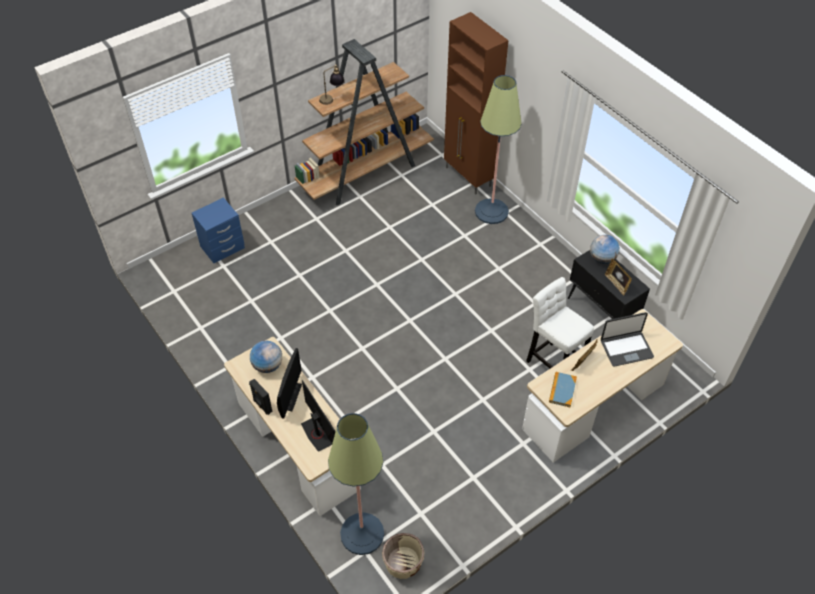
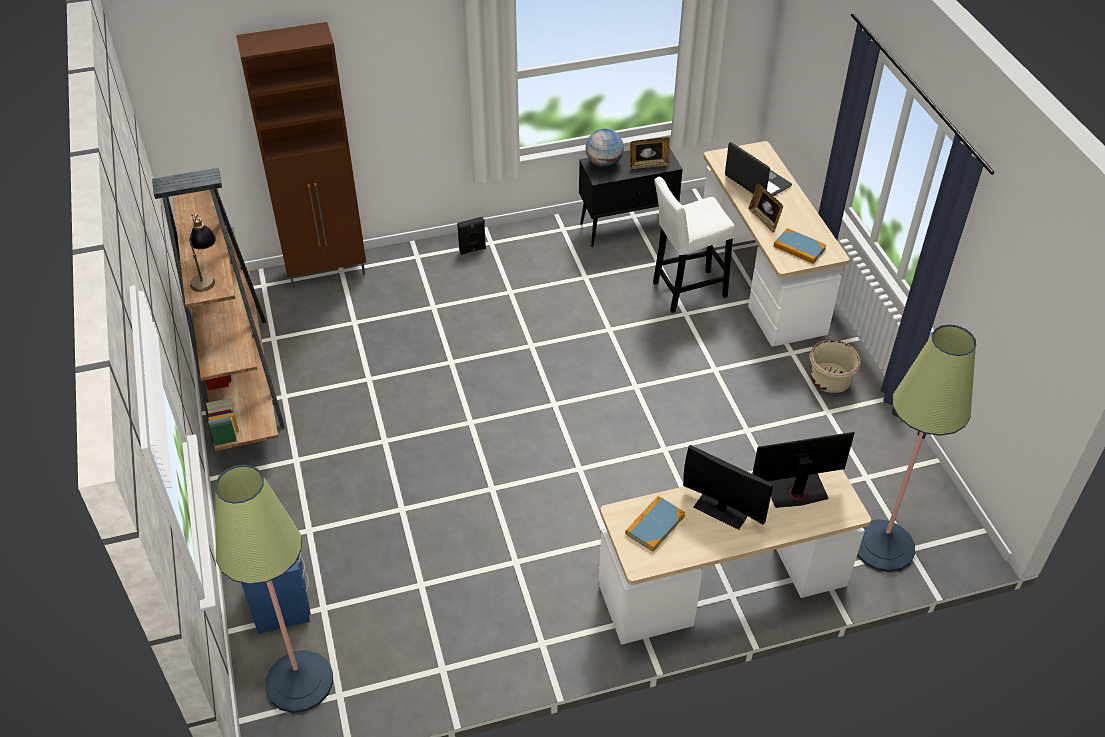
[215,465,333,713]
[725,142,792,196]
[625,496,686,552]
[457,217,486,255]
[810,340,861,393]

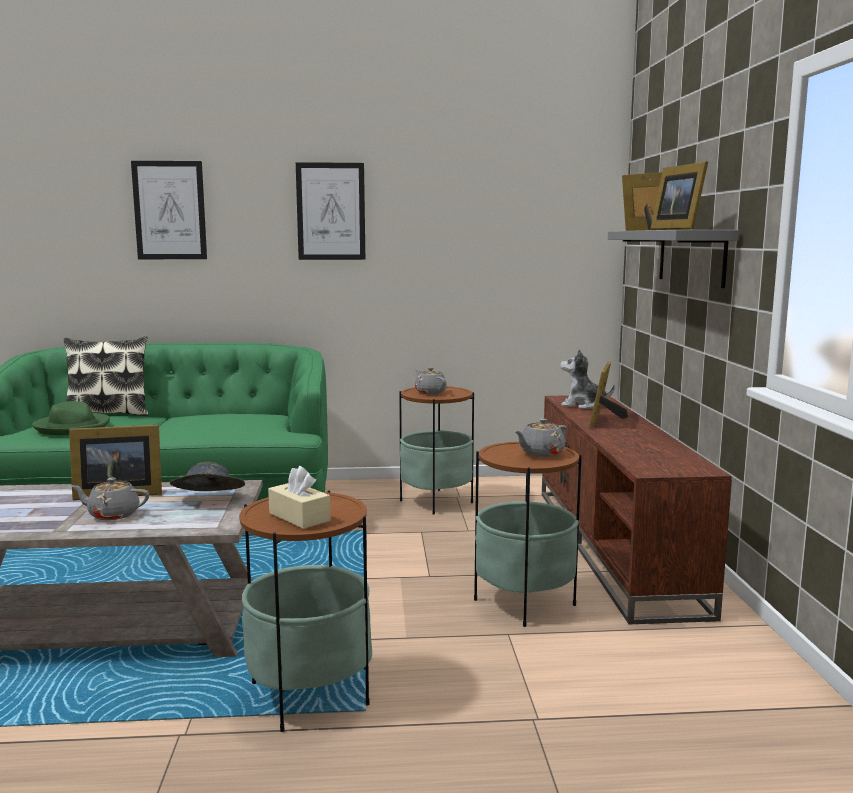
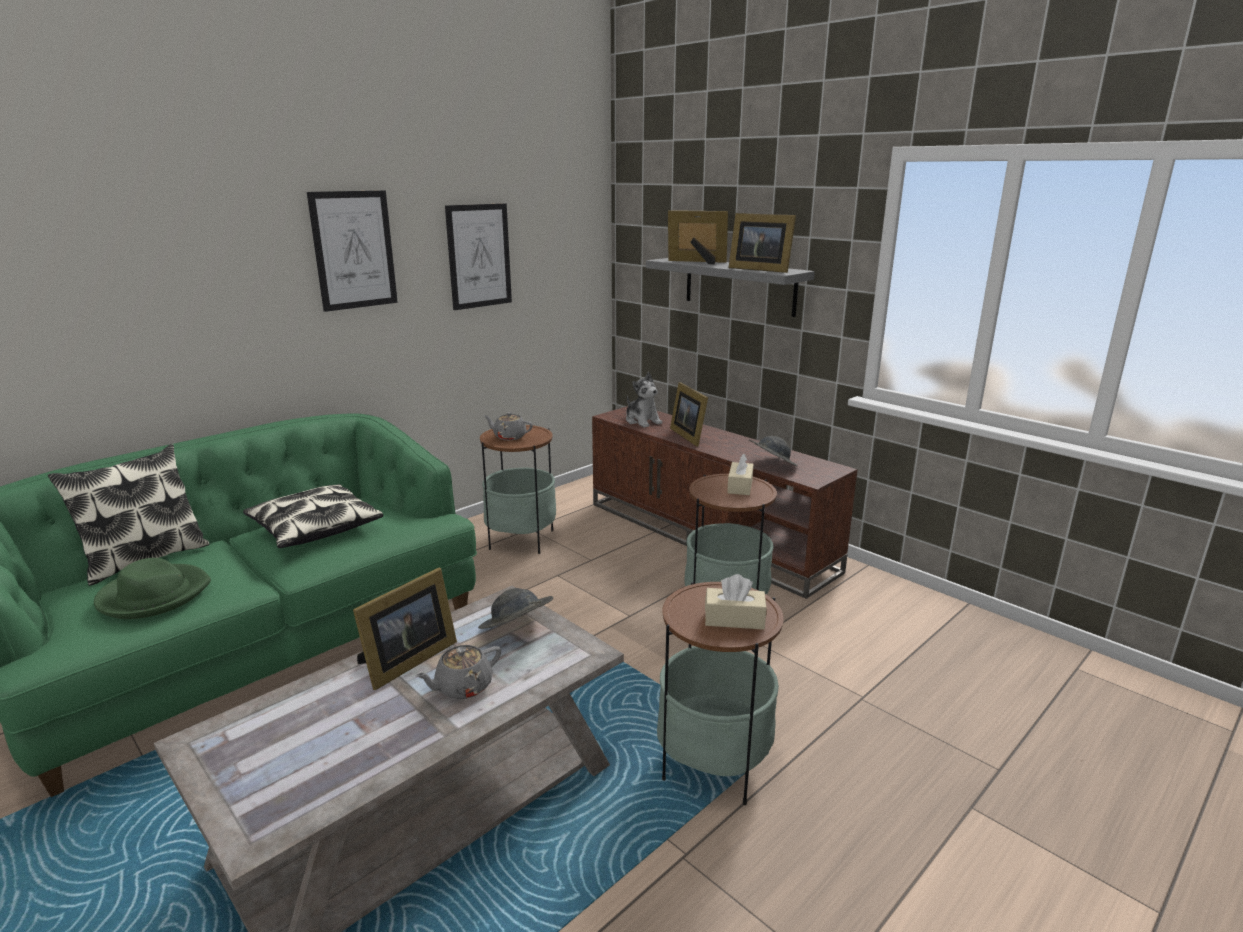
[445,203,512,310]
[626,372,662,428]
[727,454,754,495]
[749,436,798,467]
[243,484,384,548]

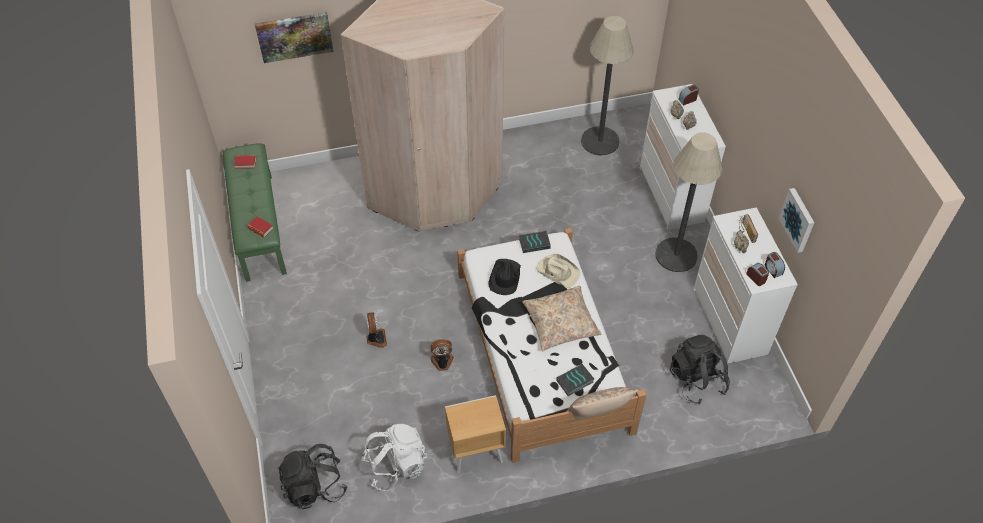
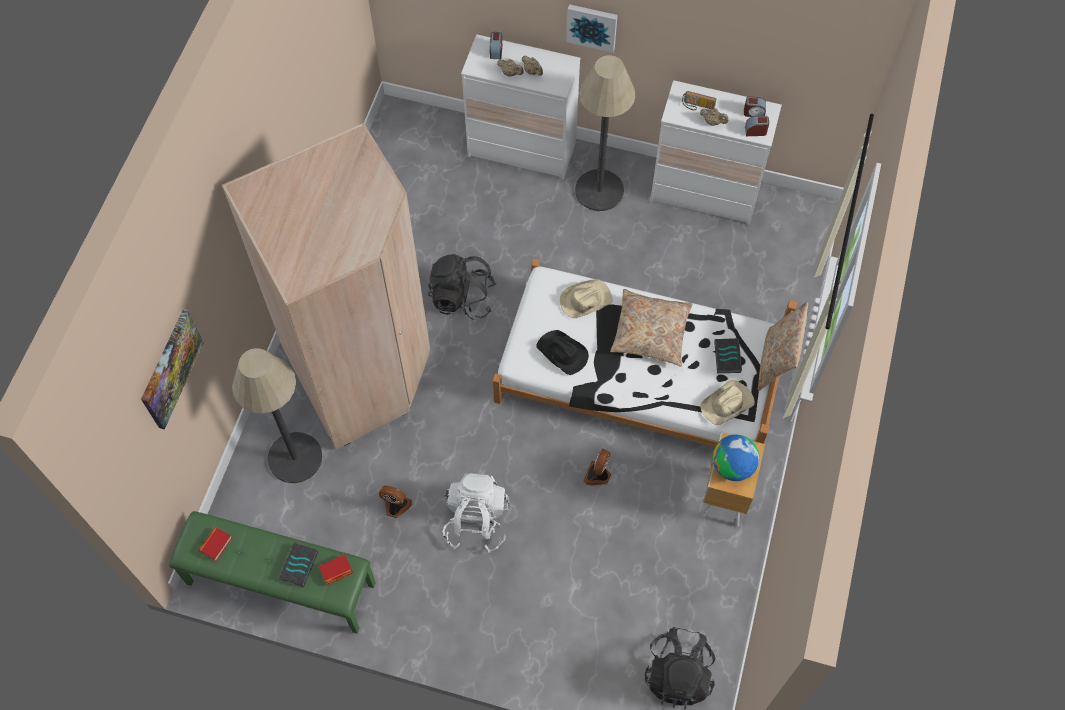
[232,348,323,483]
[566,4,618,52]
[278,542,318,587]
[379,485,412,518]
[428,254,497,320]
[442,473,509,553]
[700,380,755,425]
[712,435,759,481]

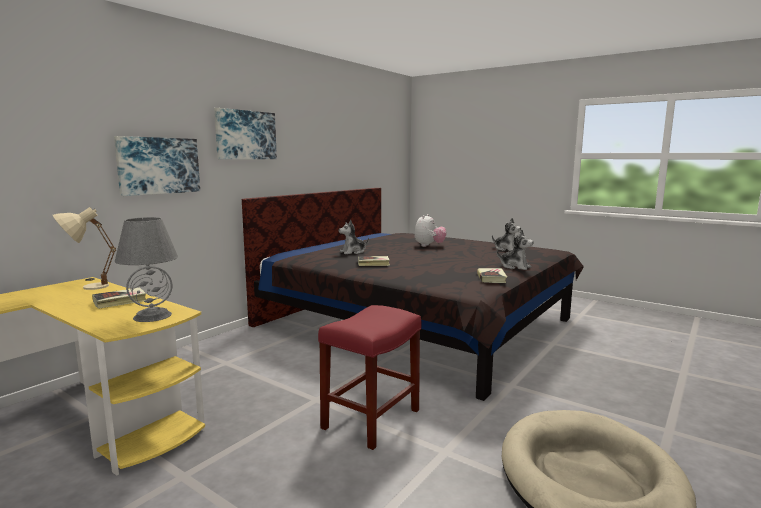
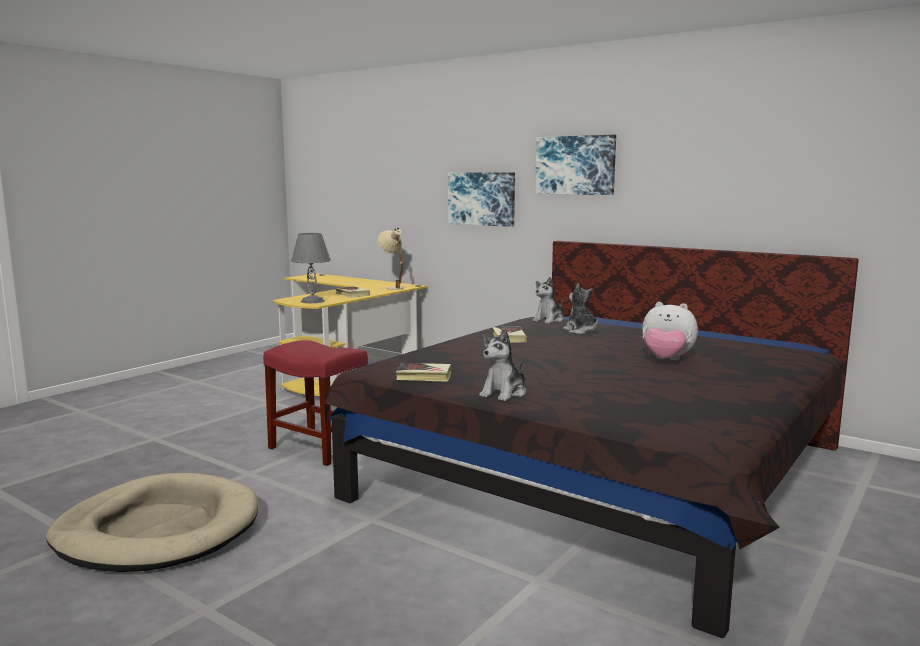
[533,277,564,324]

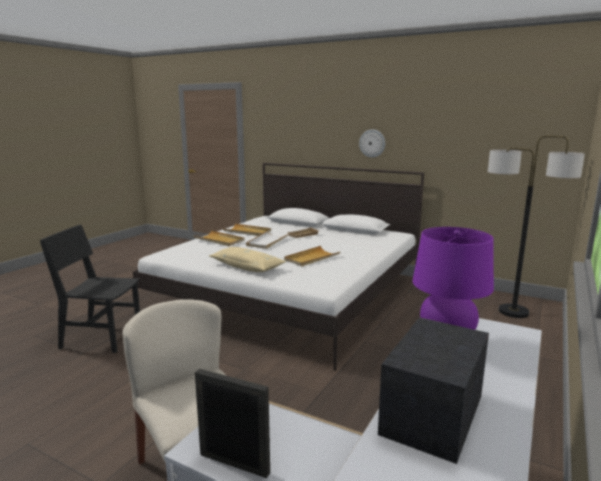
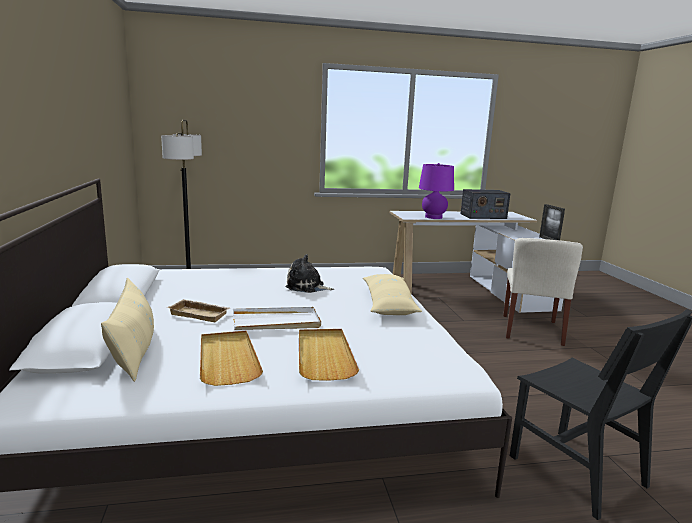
[359,129,385,158] (first image)
[285,254,334,293]
[101,278,154,382]

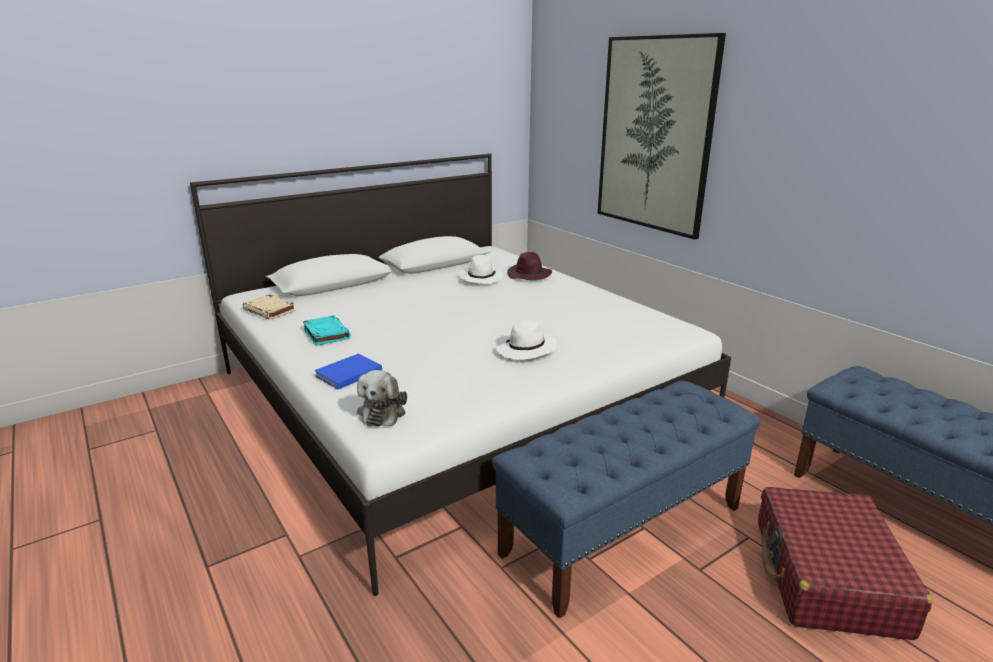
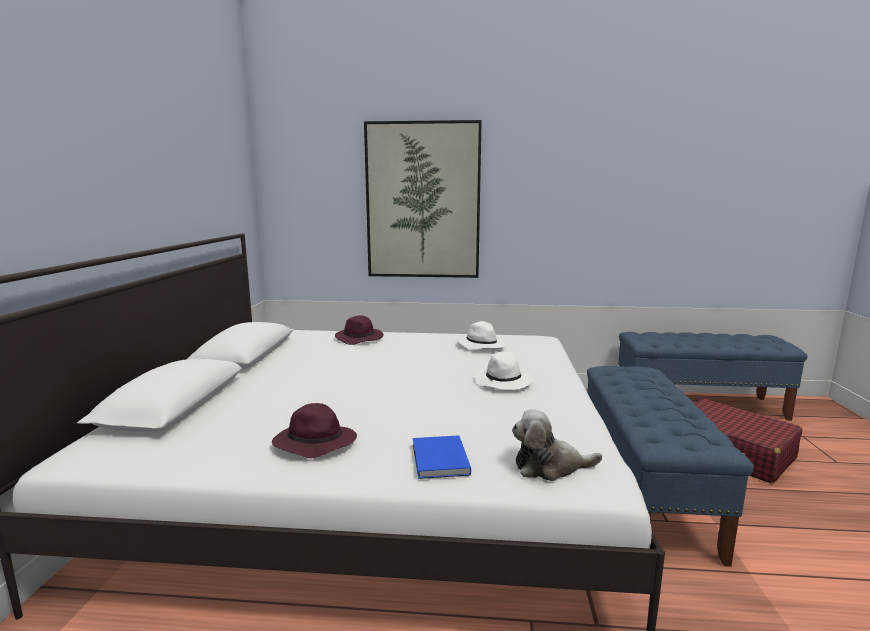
[457,321,506,350]
[243,294,296,320] (first image)
[272,403,357,458]
[512,409,602,481]

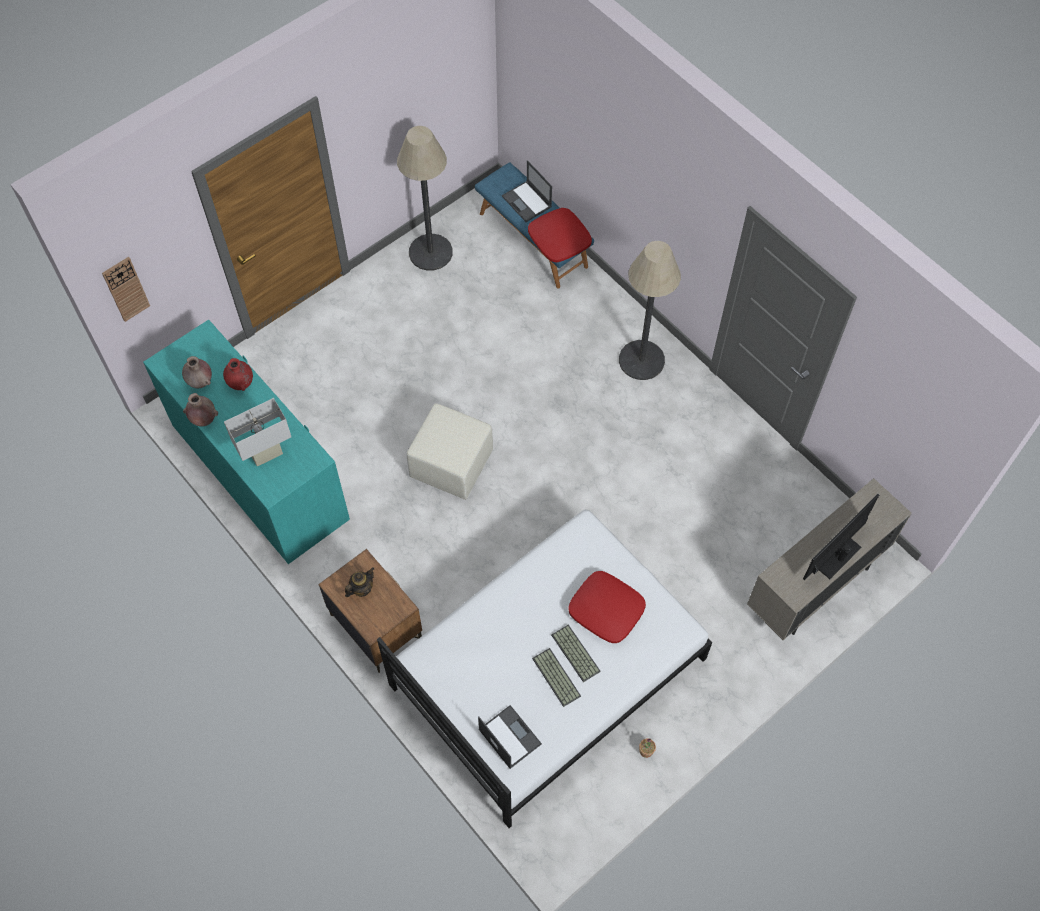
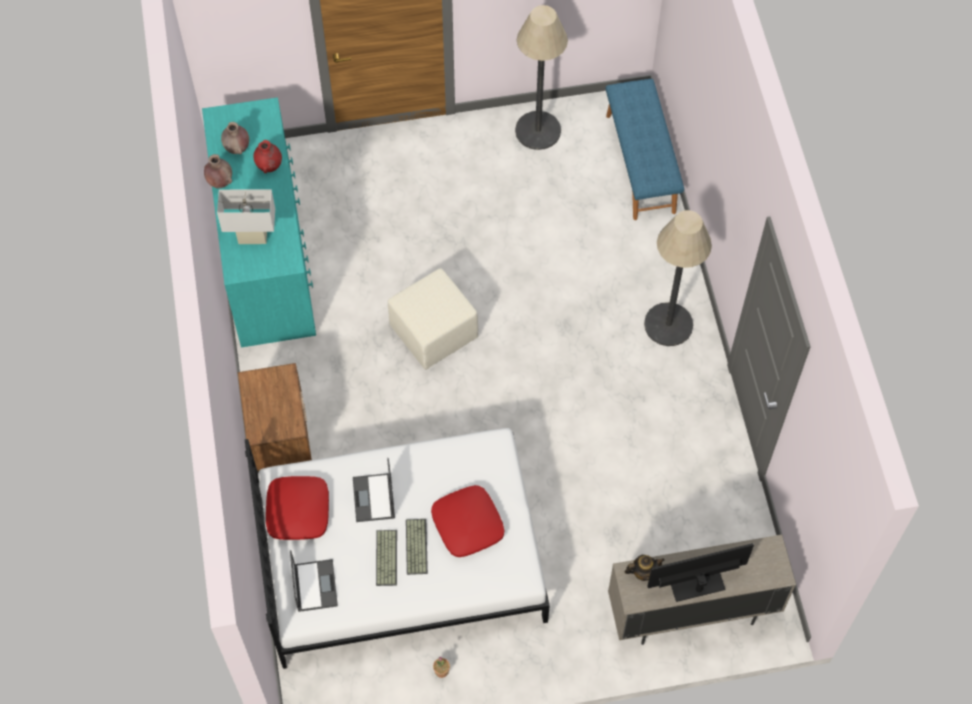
[353,458,395,522]
[266,476,329,540]
[102,257,150,322] (first image)
[625,555,665,581]

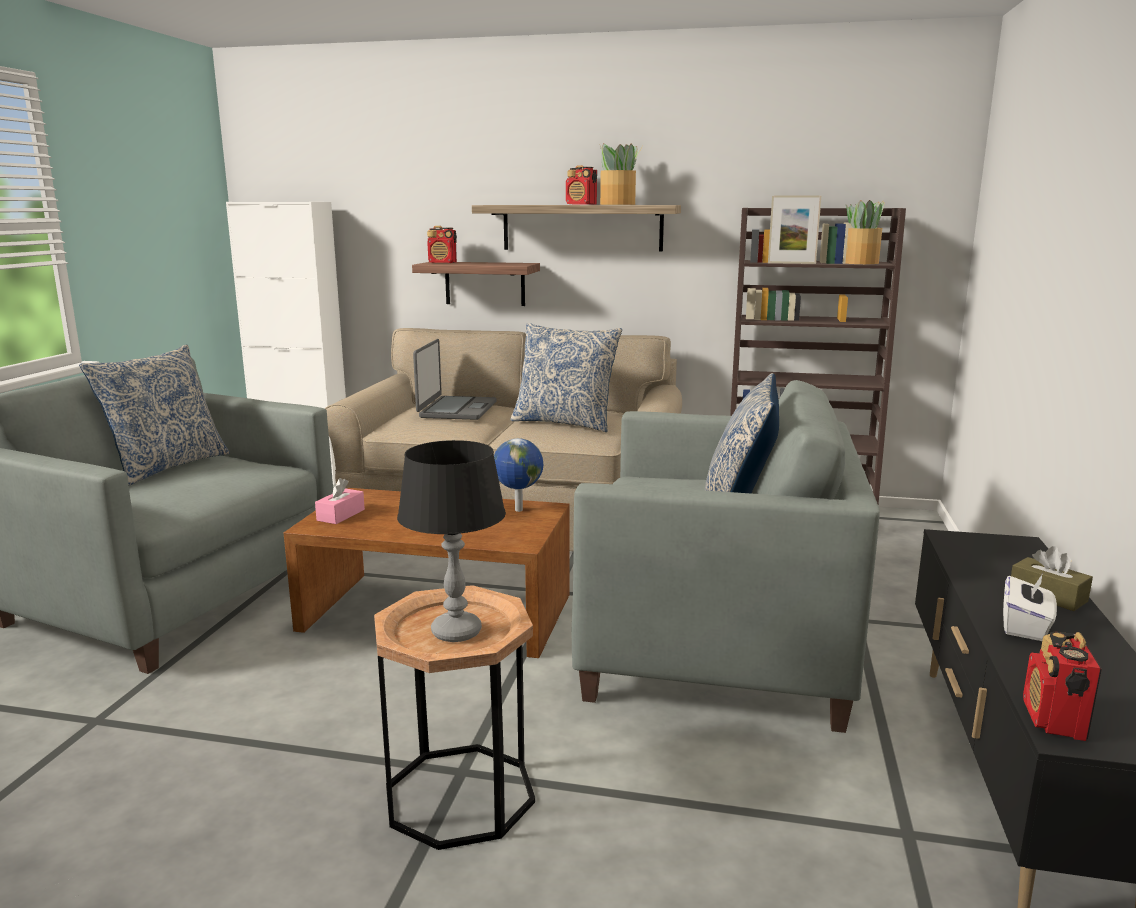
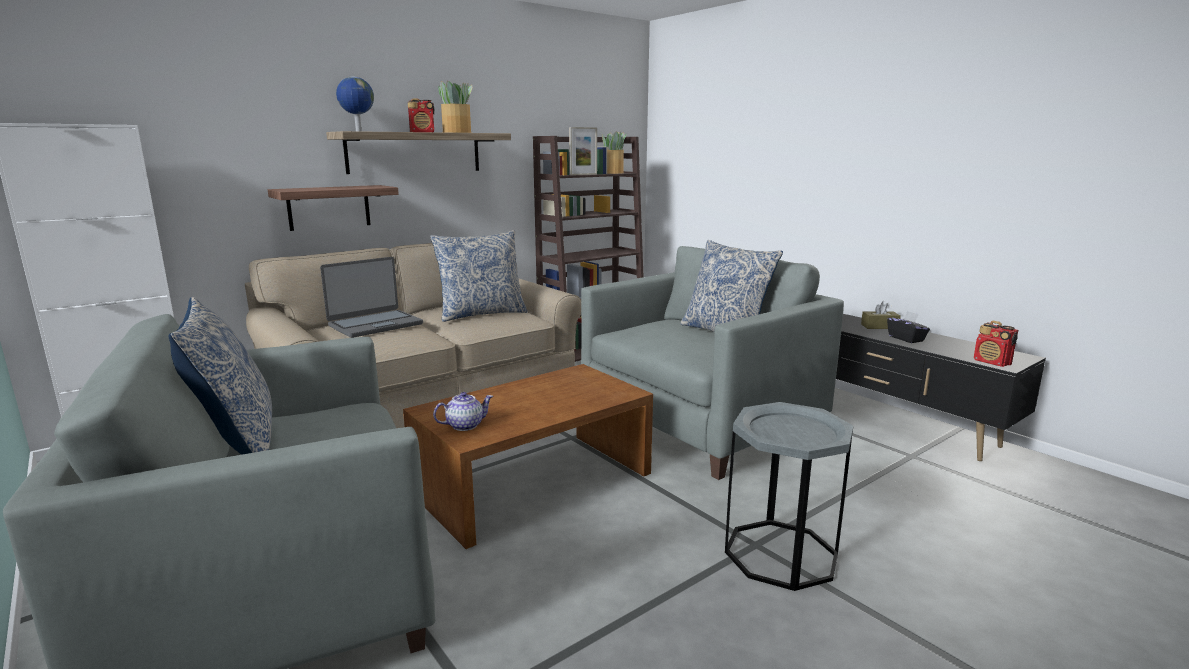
[427,226,457,263] (first image)
[320,257,423,338]
[336,77,374,131]
[397,440,506,642] (first image)
[433,392,493,431]
[887,311,930,343]
[725,402,853,591]

